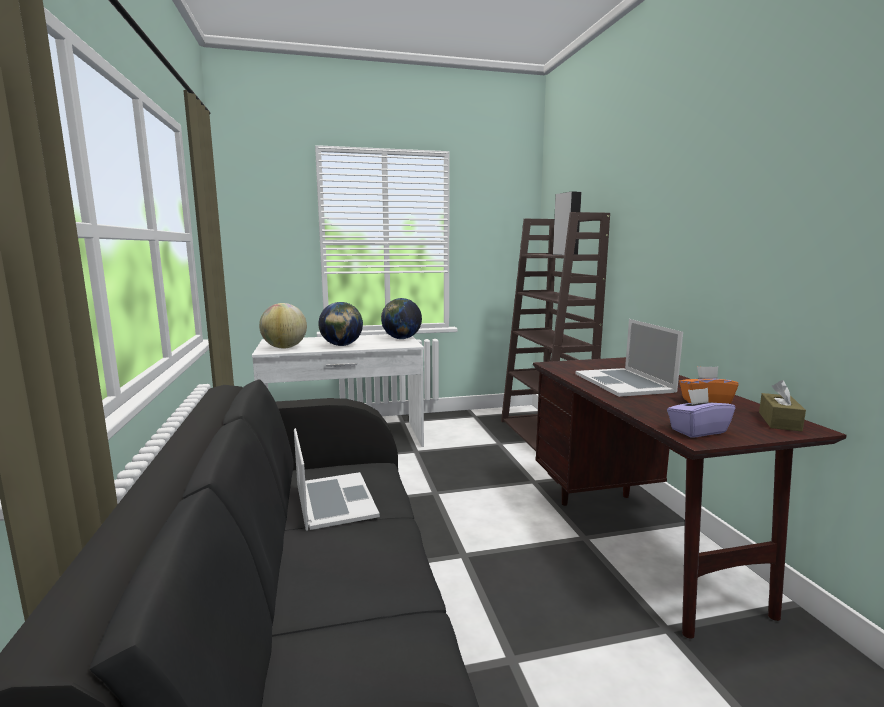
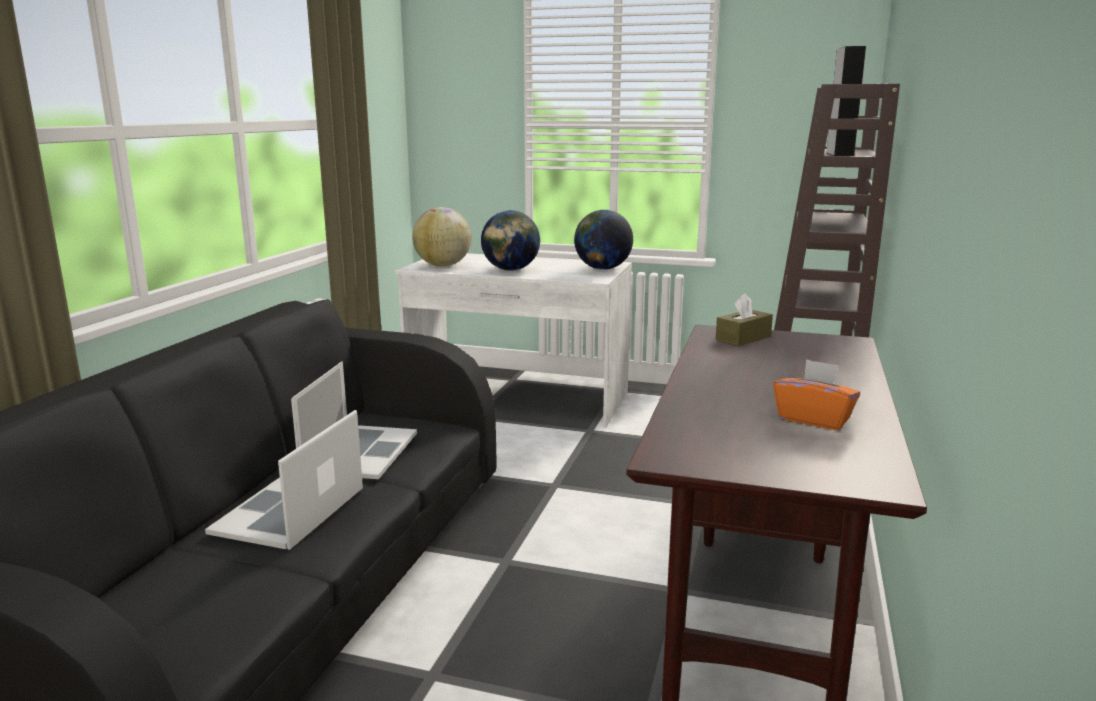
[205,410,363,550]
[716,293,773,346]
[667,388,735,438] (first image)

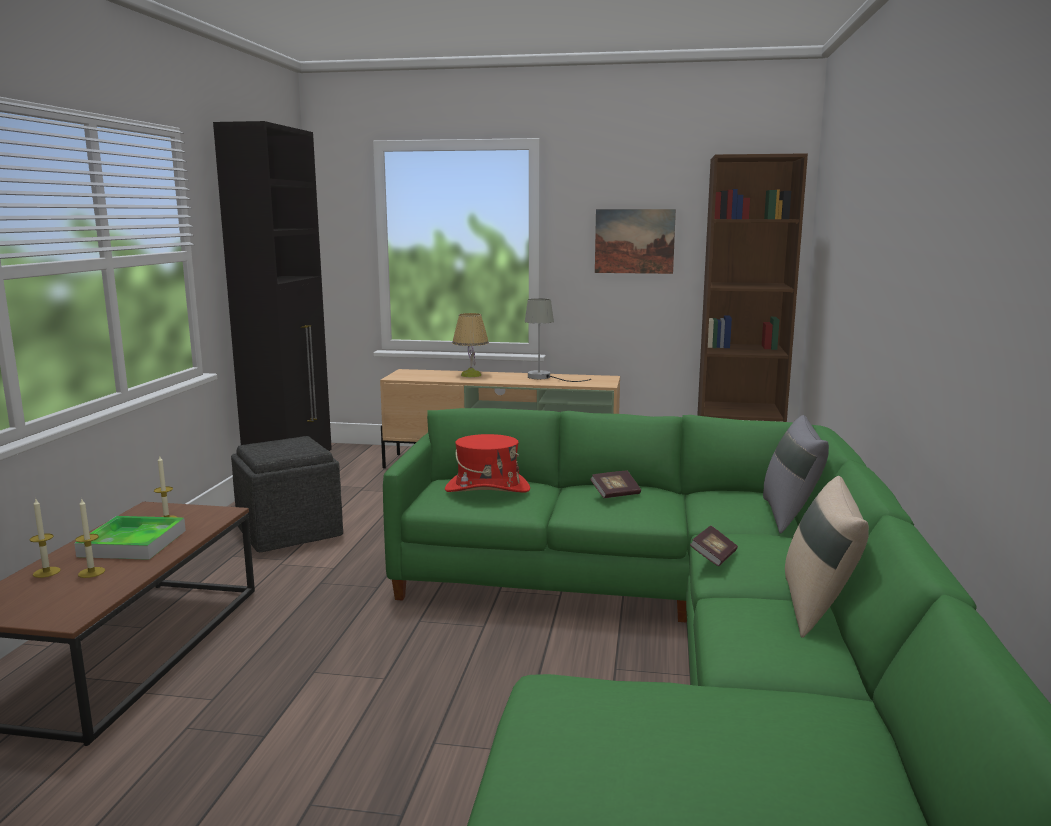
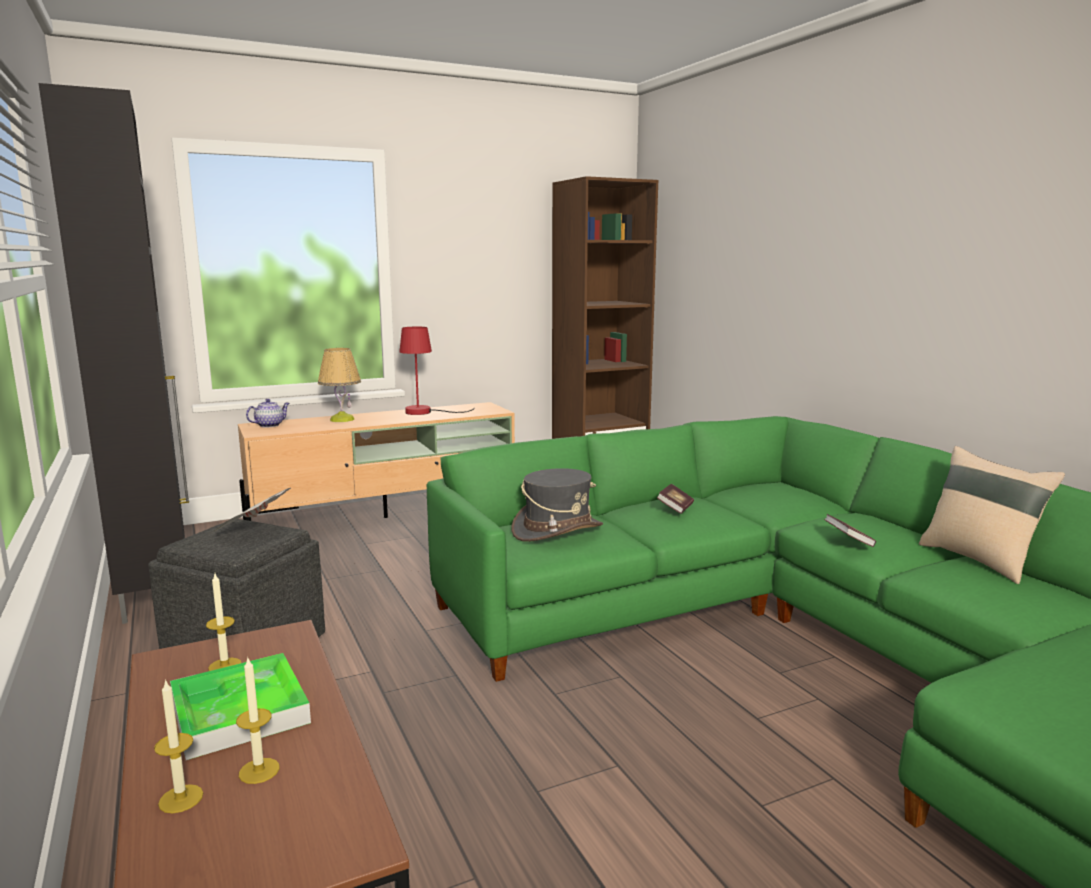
[595,209,676,274] (first image)
[399,327,475,415]
[763,415,829,534] (first image)
[512,468,603,542]
[246,399,289,428]
[209,488,291,534]

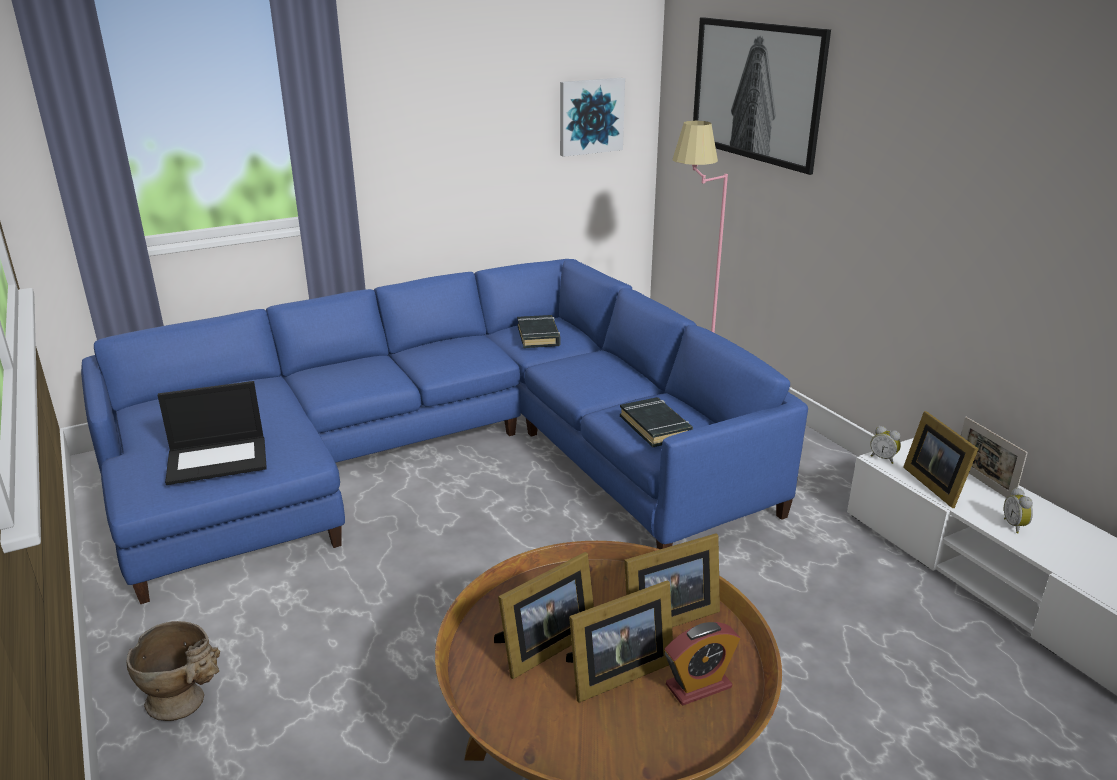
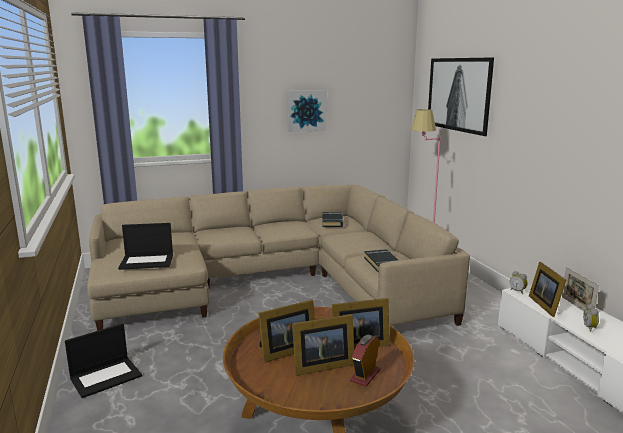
[287,90,327,132]
[87,185,470,331]
[65,323,142,398]
[350,335,380,387]

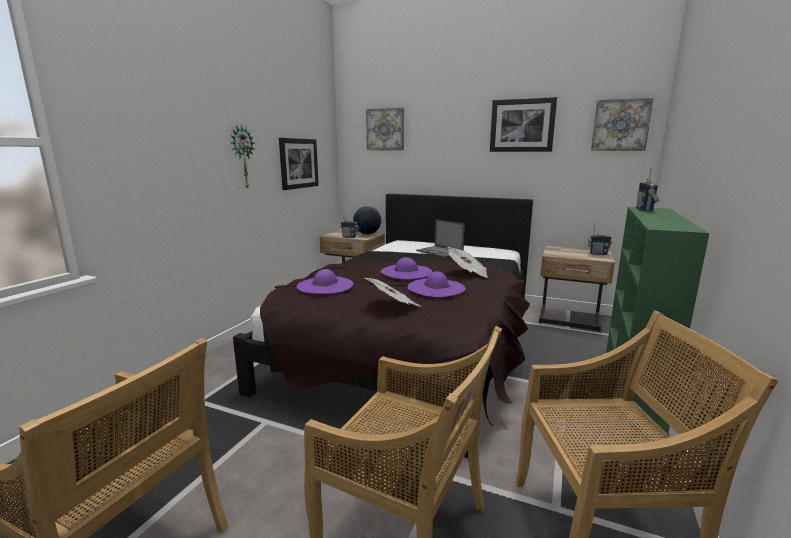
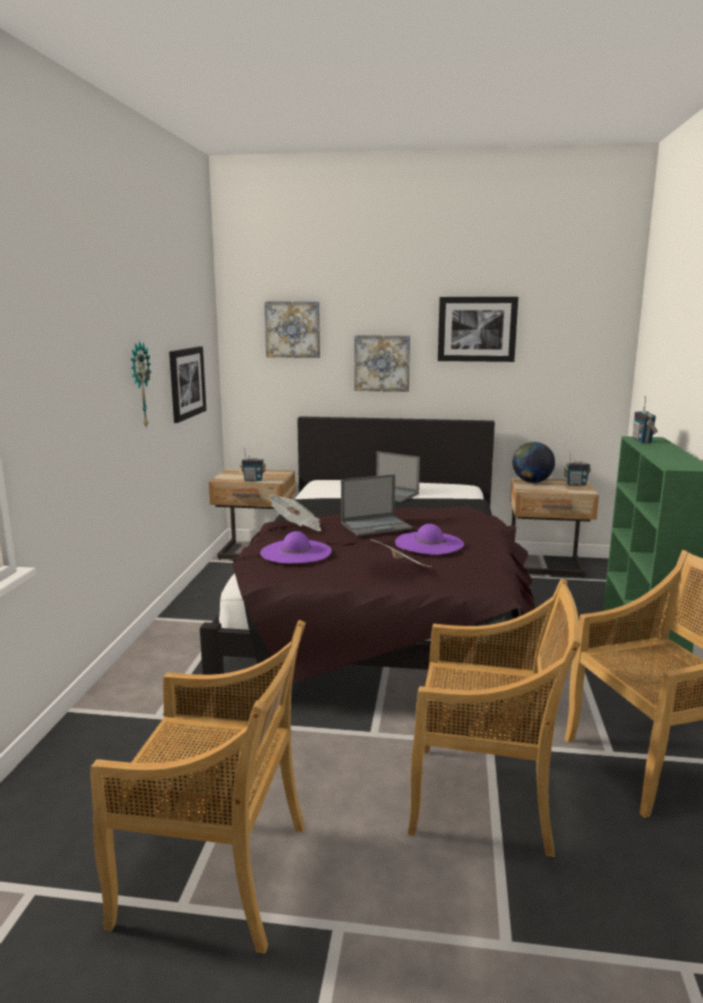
[354,335,410,392]
[513,442,555,483]
[269,495,321,531]
[341,474,413,536]

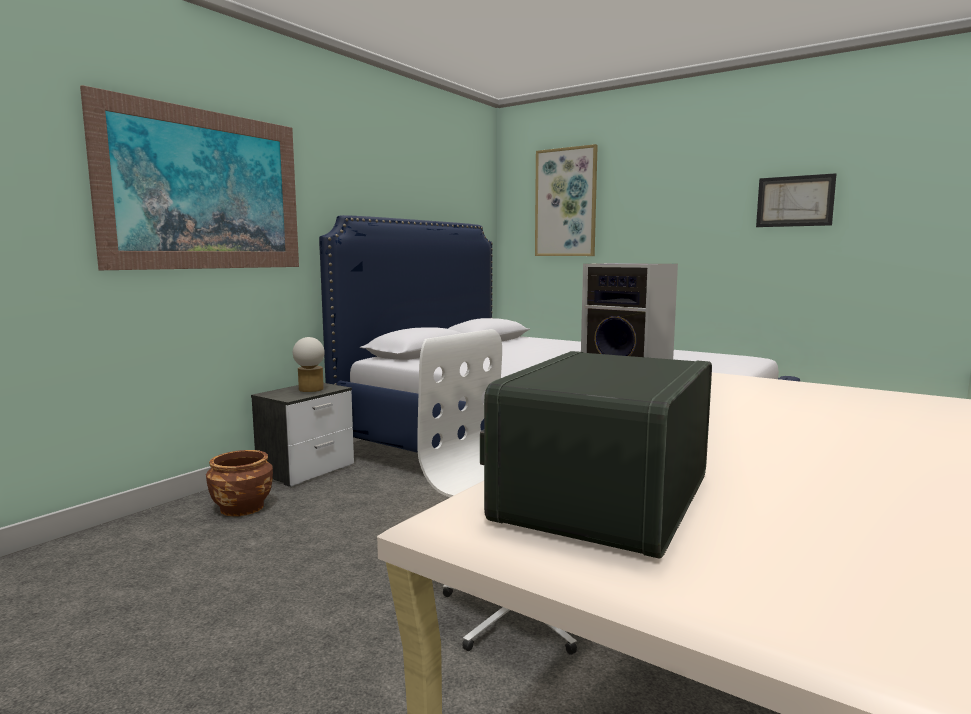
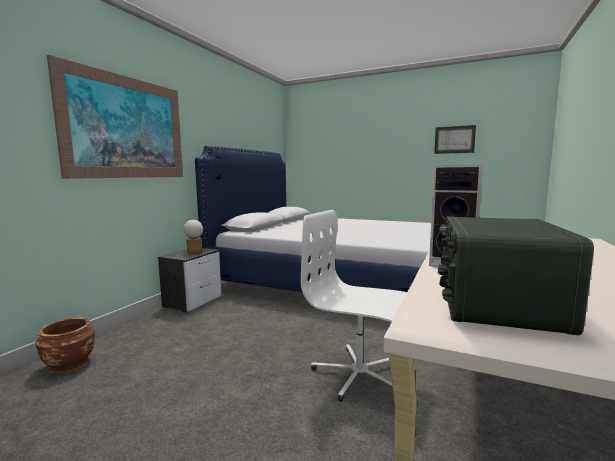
[535,144,598,256] (first image)
[36,318,95,373]

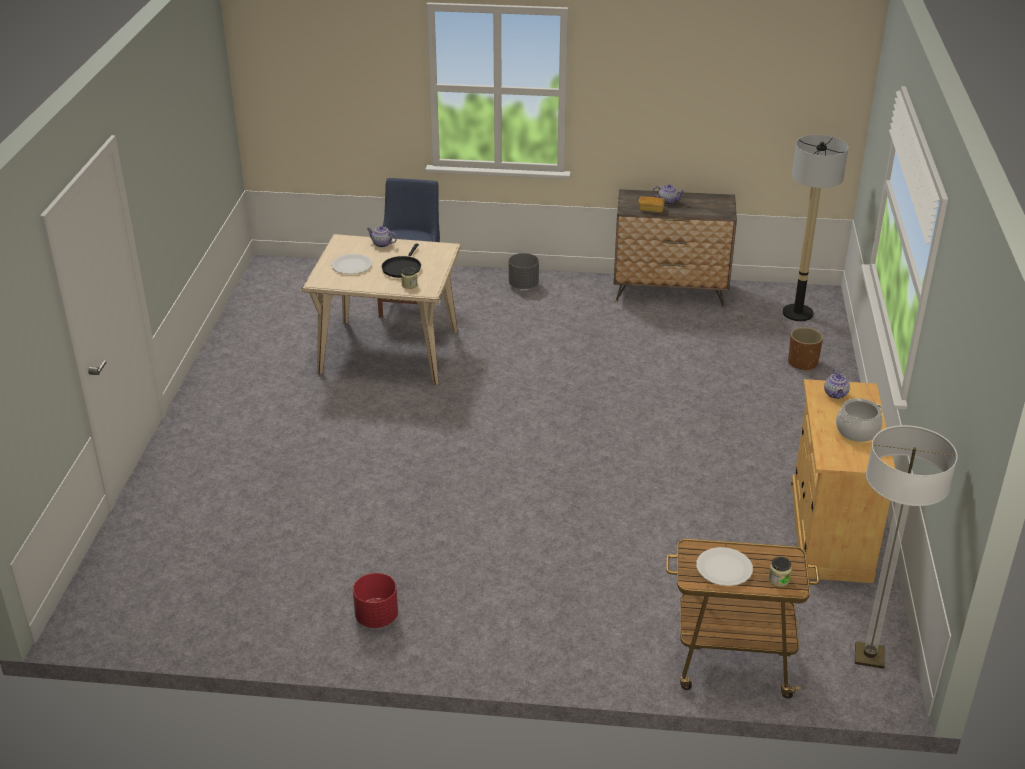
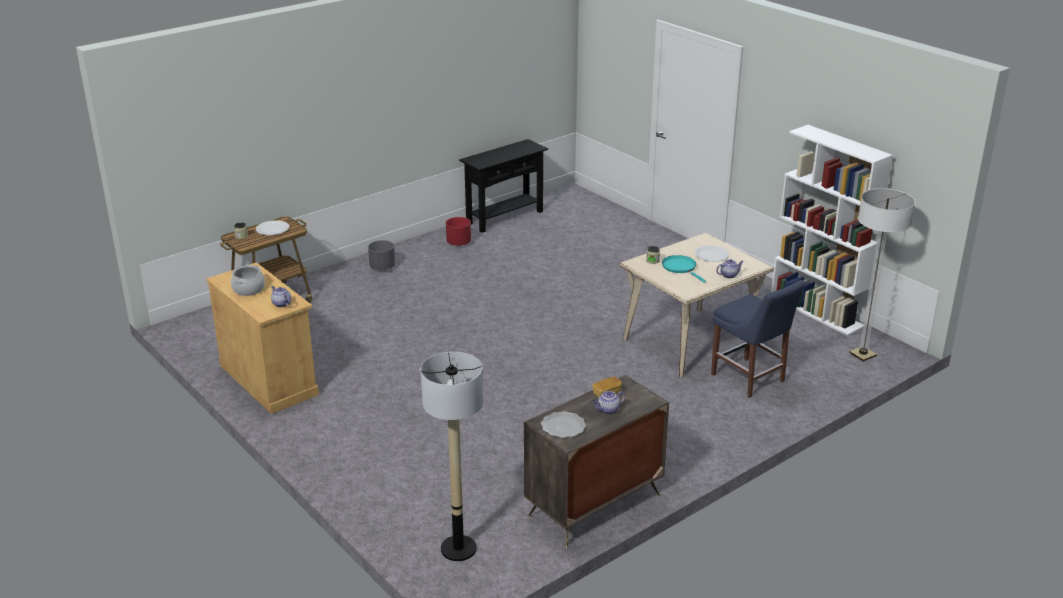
[662,255,706,282]
[368,240,395,270]
[788,327,823,371] (first image)
[849,188,915,361]
[771,125,893,336]
[459,139,548,233]
[541,411,586,438]

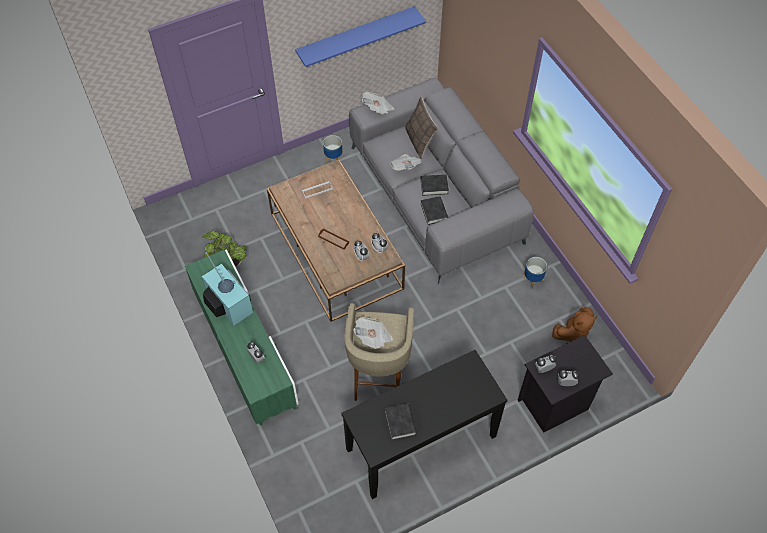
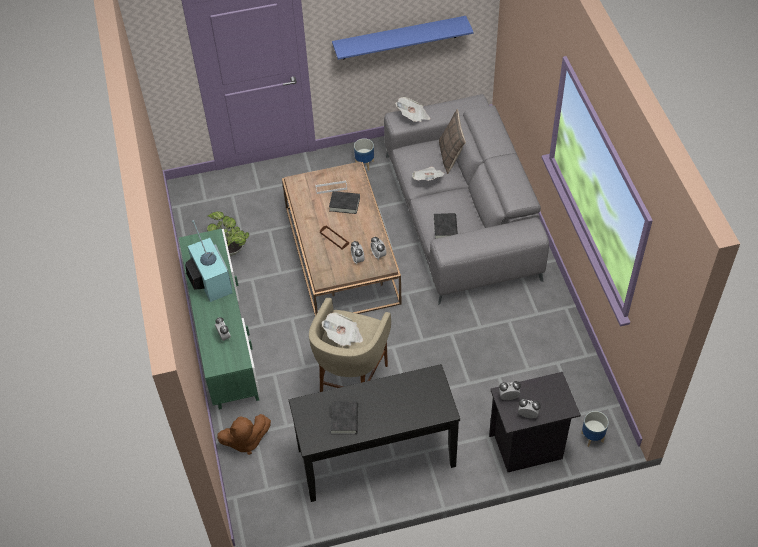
[329,191,360,214]
[581,411,609,447]
[217,414,271,455]

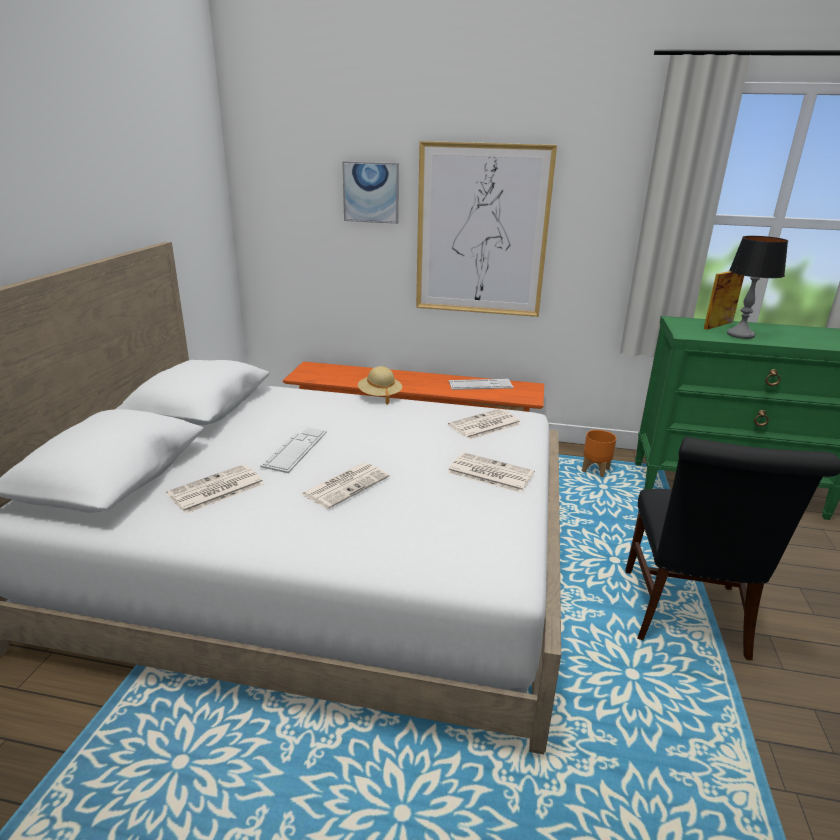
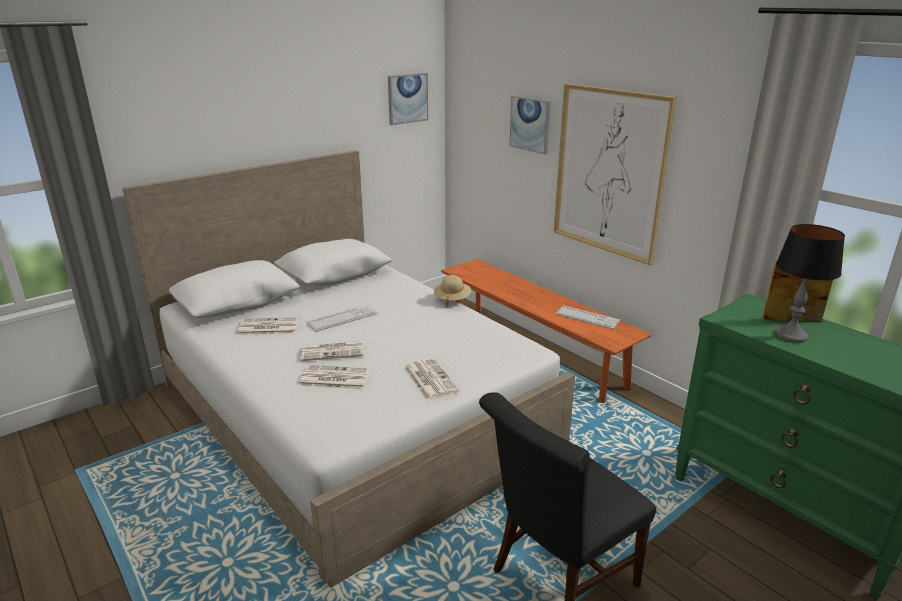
[299,365,371,389]
[582,430,617,477] (first image)
[388,73,428,125]

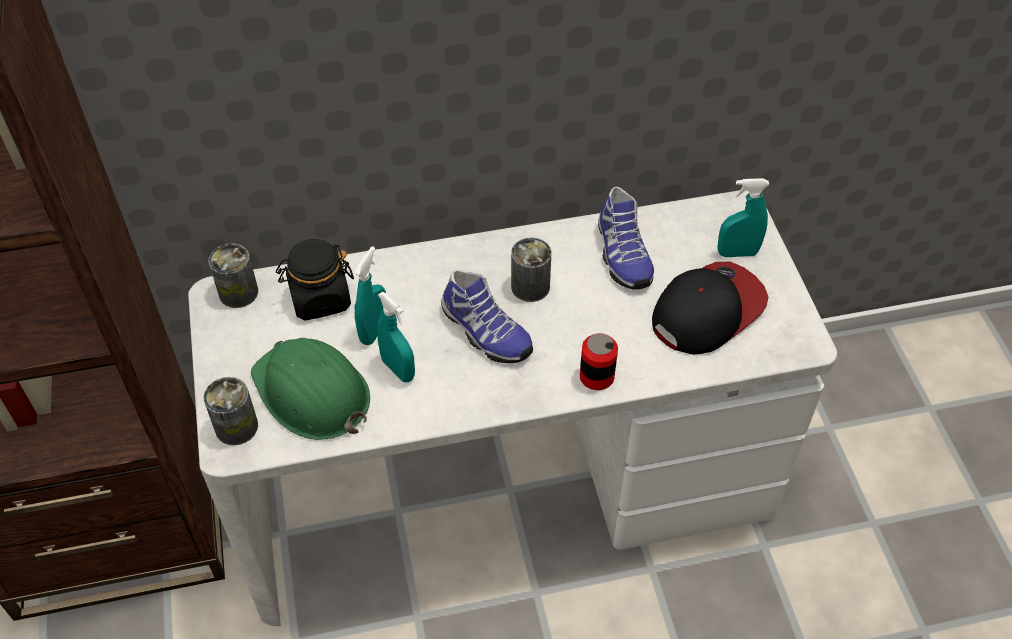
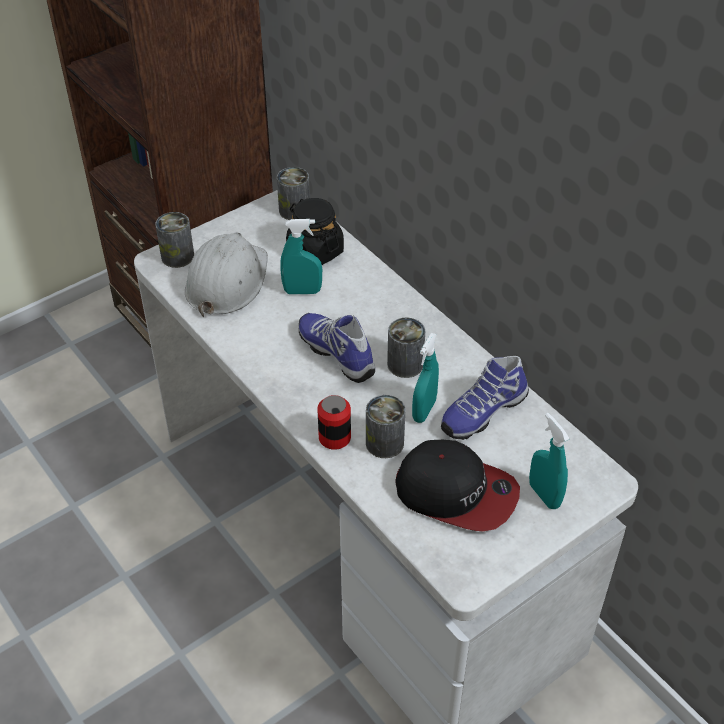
[299,313,375,383]
[412,333,439,423]
[185,232,268,317]
[366,395,406,458]

